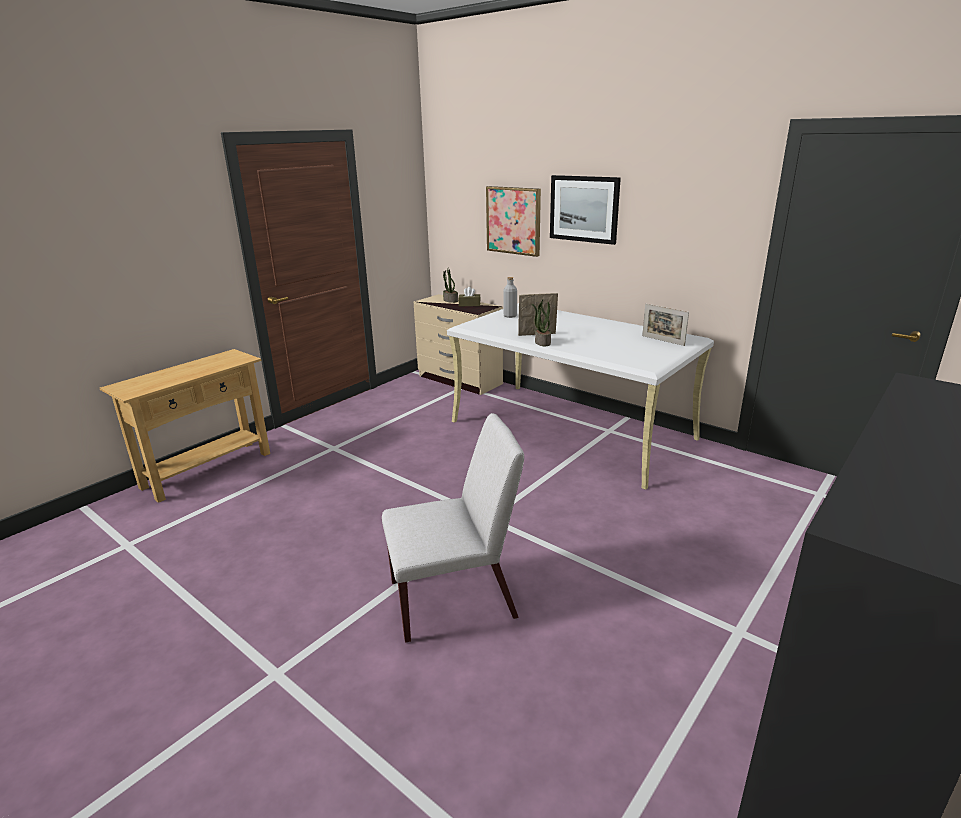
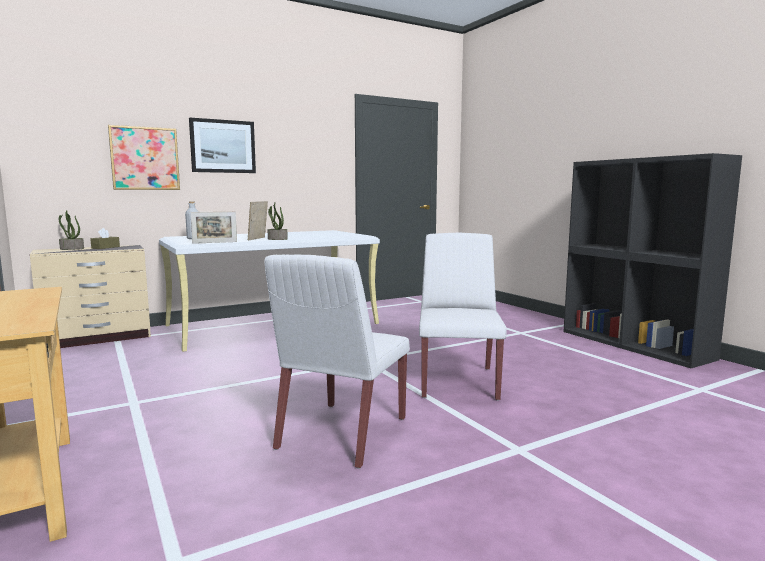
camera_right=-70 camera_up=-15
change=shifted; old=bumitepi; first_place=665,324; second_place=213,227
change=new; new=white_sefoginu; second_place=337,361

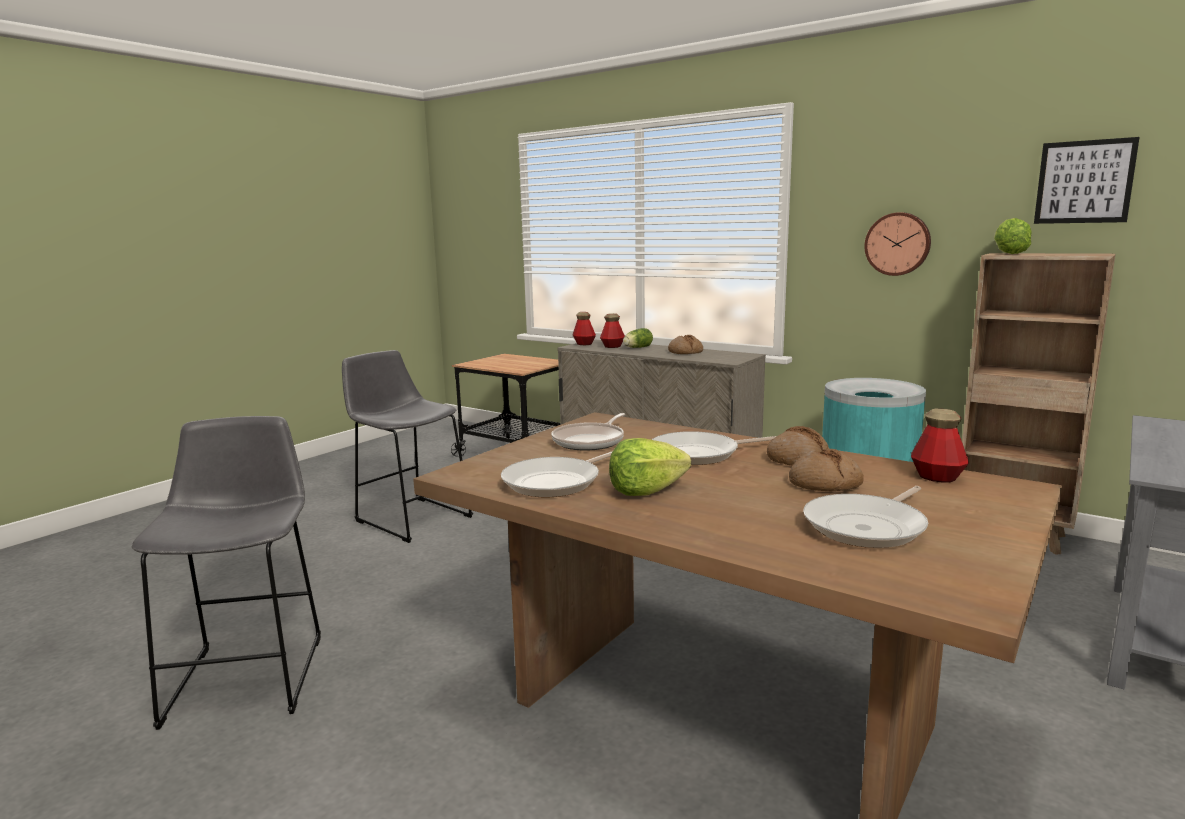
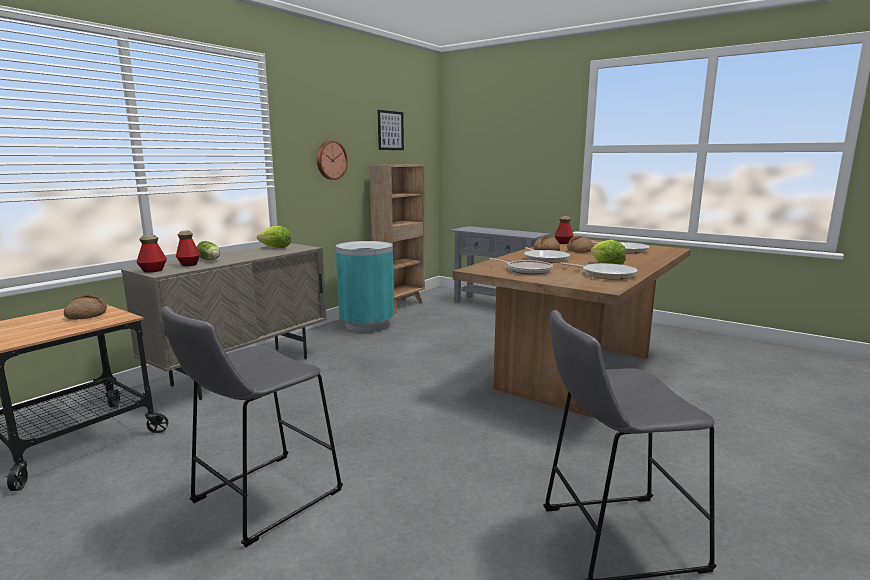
camera_right=-90 camera_up=0
change=shifted; old=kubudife; first_place=685,344; second_place=85,307
change=shifted; old=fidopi; first_place=1013,236; second_place=274,237

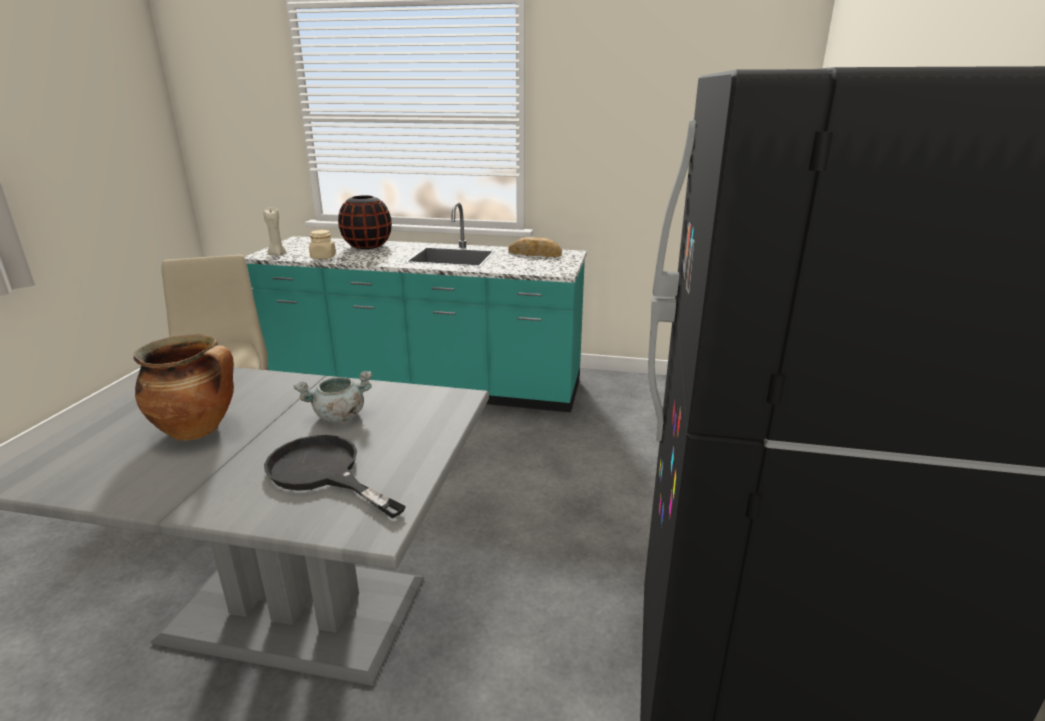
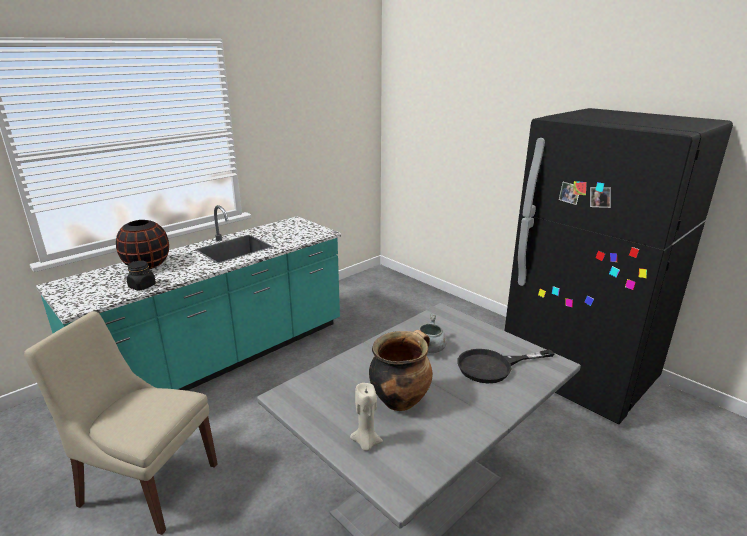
camera_right=-55 camera_up=0
change=shifted; old=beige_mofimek; first_place=274,231; second_place=366,417
change=repainted; old=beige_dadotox; new=black_dadotox; first_place=322,244; second_place=141,276
change=gone; old=kubudife; first_place=535,247

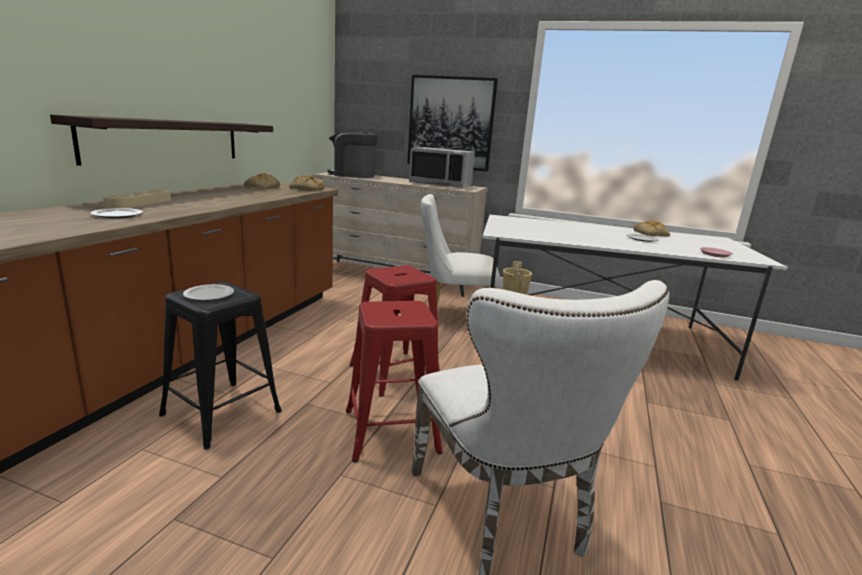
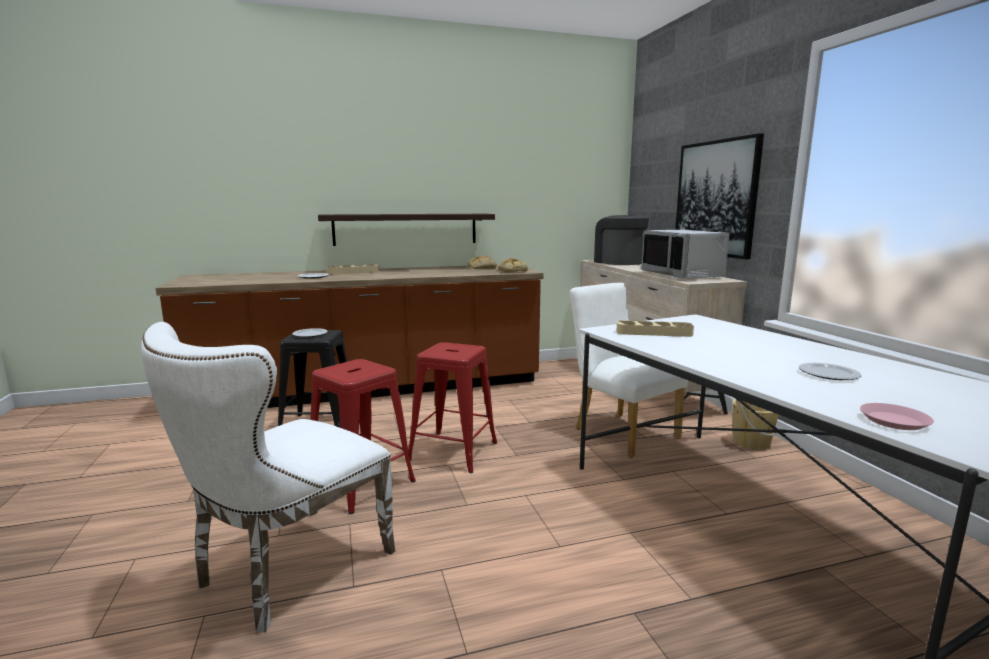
camera_right=55 camera_up=-5
change=gone; old=kubudife; first_place=652,228
change=new; new=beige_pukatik; second_place=655,329

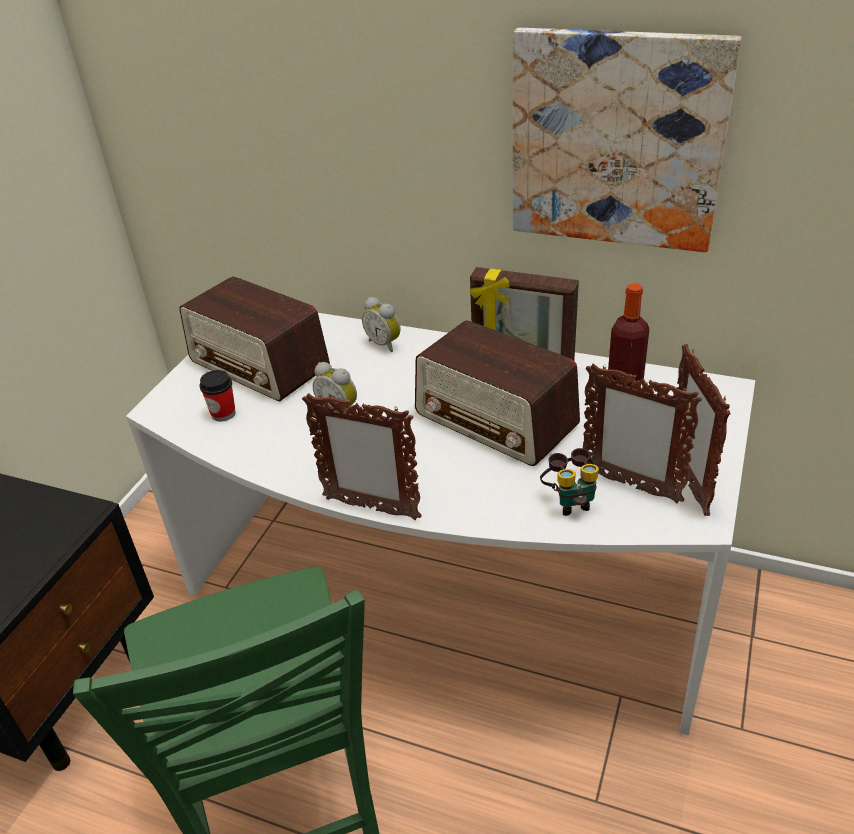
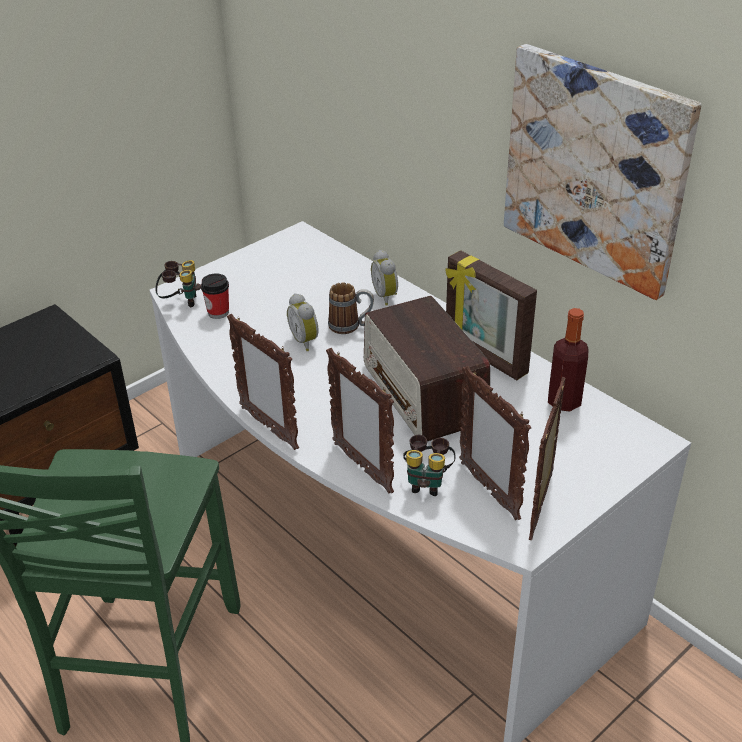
camera_right=25 camera_up=0
change=gone; old=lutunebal; first_place=254,338
change=new; new=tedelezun; second_place=178,283
change=new; new=bumitepi; second_place=360,421
change=new; new=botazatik; second_place=351,308

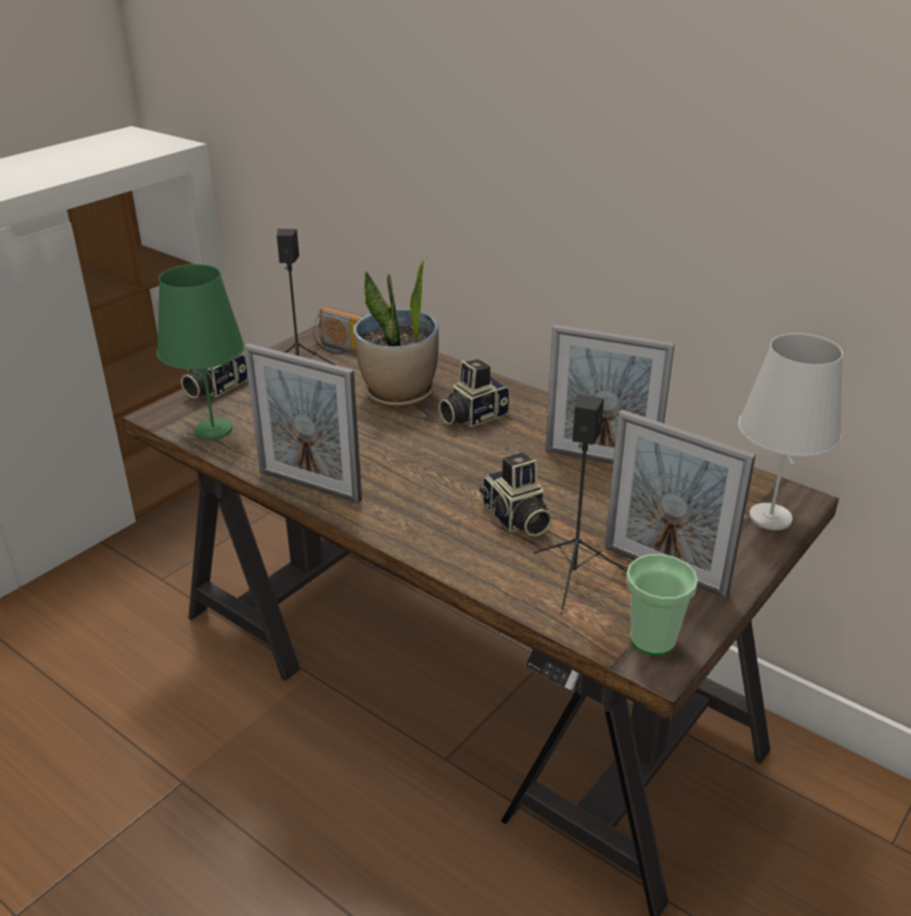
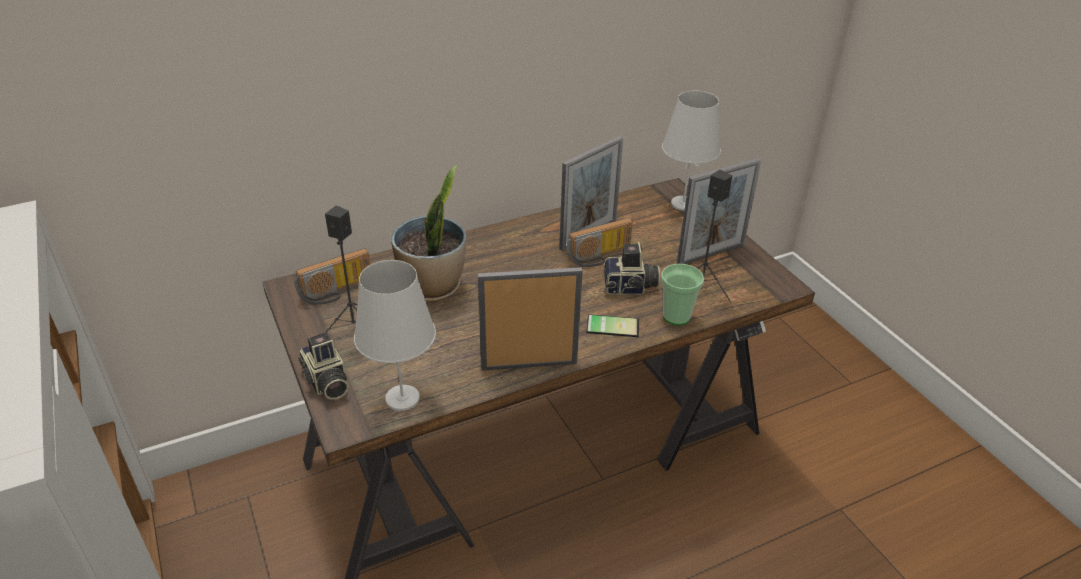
camera_right=-65 camera_up=5
change=repainted; old=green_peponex; new=white_peponex; first_place=201,352; second_place=395,335
change=rotated; old=bumitepi; first_place=303,423; second_place=530,319; degrees=-150
change=gone; old=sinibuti; first_place=474,393
change=shifted; old=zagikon; first_place=662,604; second_place=682,294
change=new; new=lutunebal; second_place=600,242
change=new; new=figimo; second_place=612,324

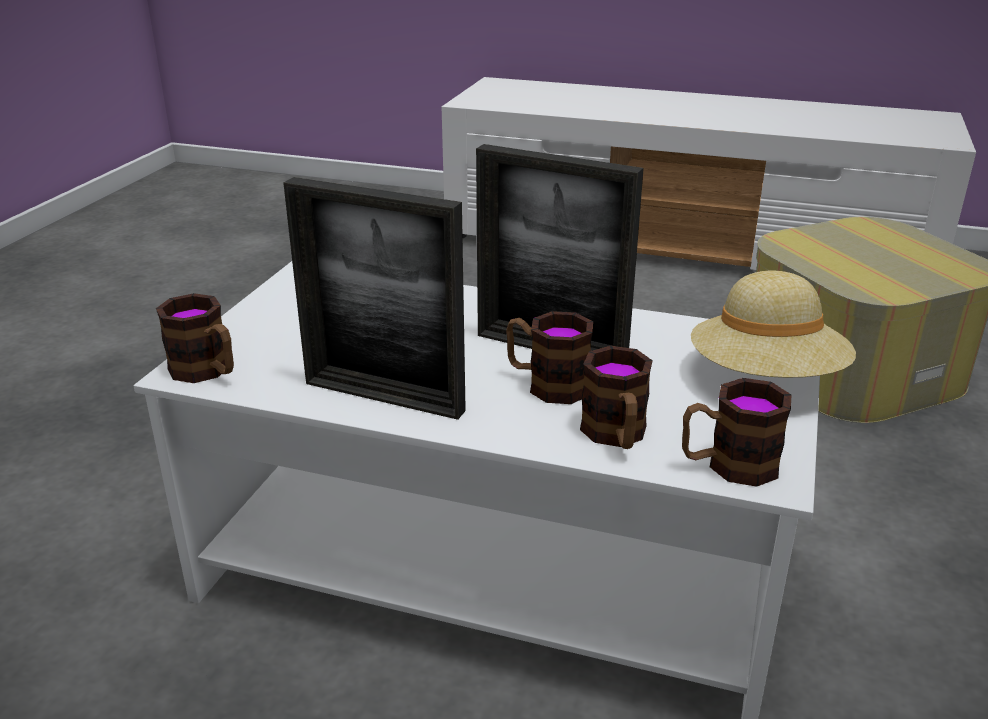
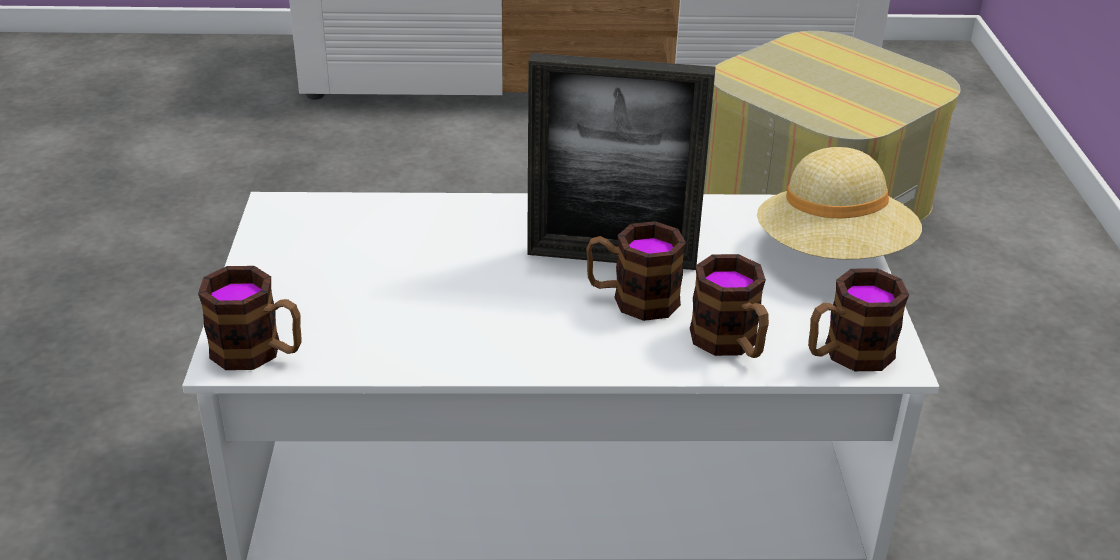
camera_right=-20 camera_up=5
change=gone; old=bumitepi; first_place=374,298

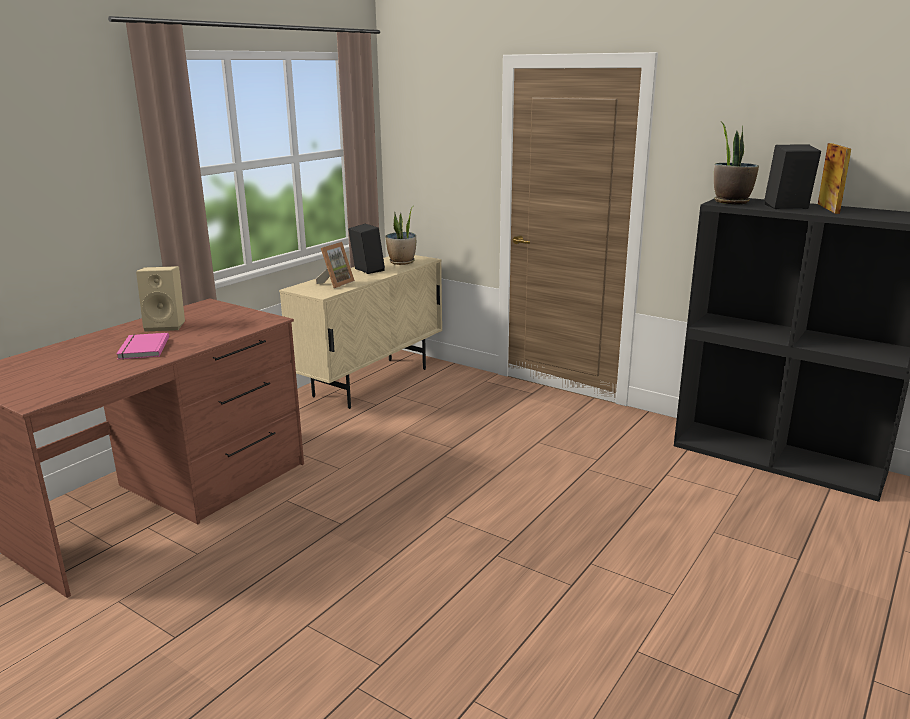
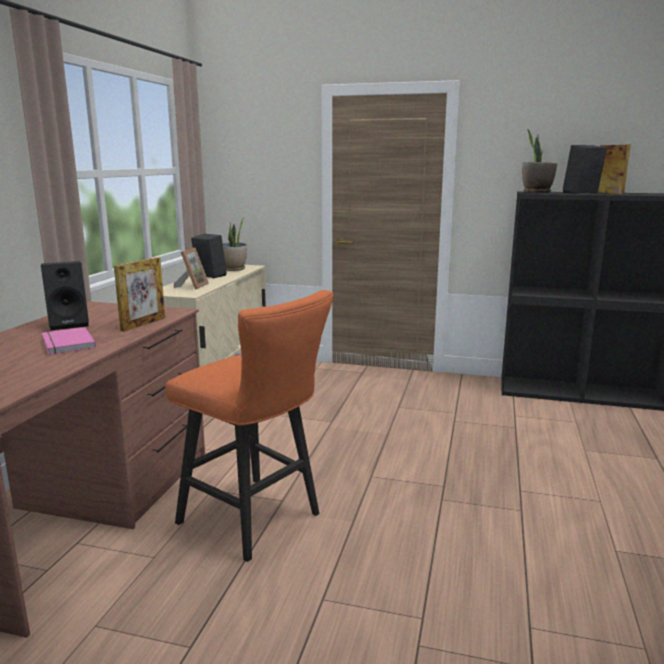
camera_right=-20 camera_up=-5
change=repainted; old=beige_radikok; new=black_radikok; first_place=160,299; second_place=65,295
change=new; new=bumitepi; second_place=139,294
change=new; new=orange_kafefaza; second_place=249,426

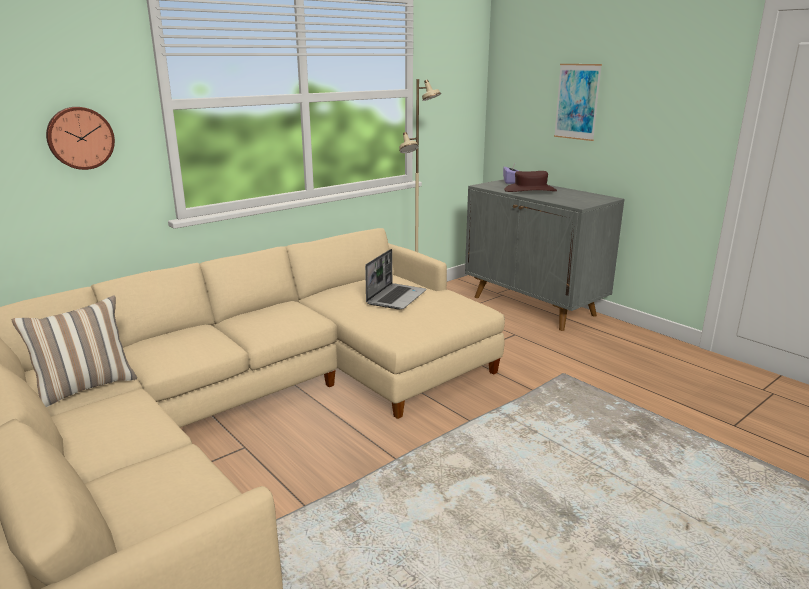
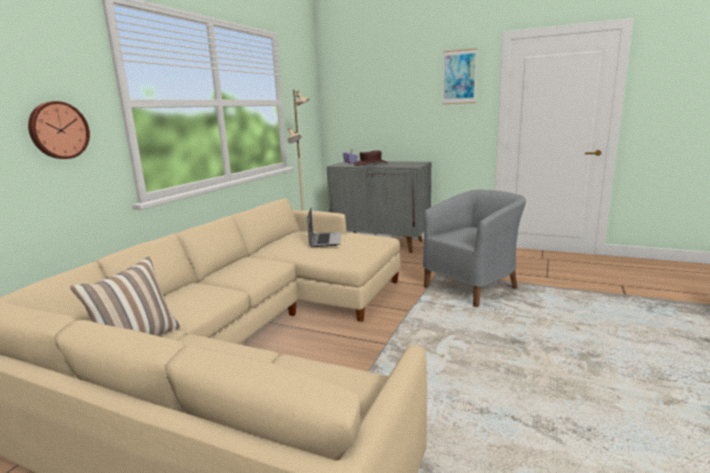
camera_right=-25 camera_up=-5
change=shifted; old=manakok; first_place=578,102; second_place=459,76
change=new; new=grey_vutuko; second_place=474,248

